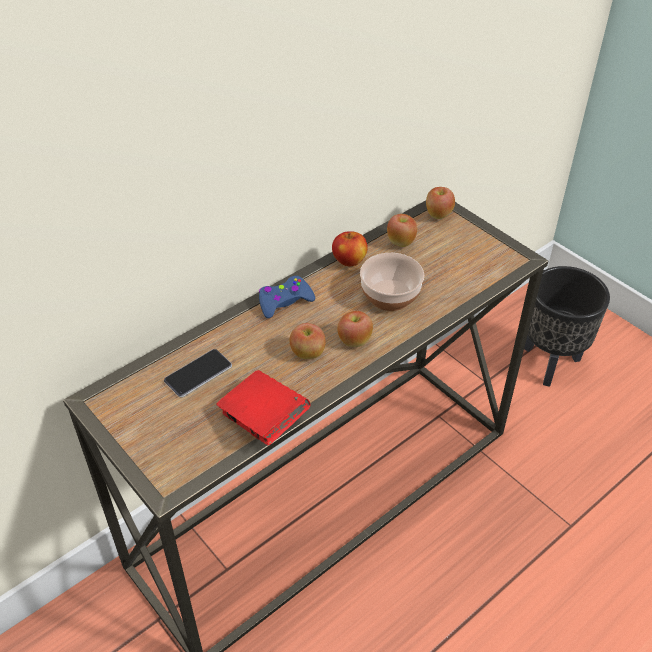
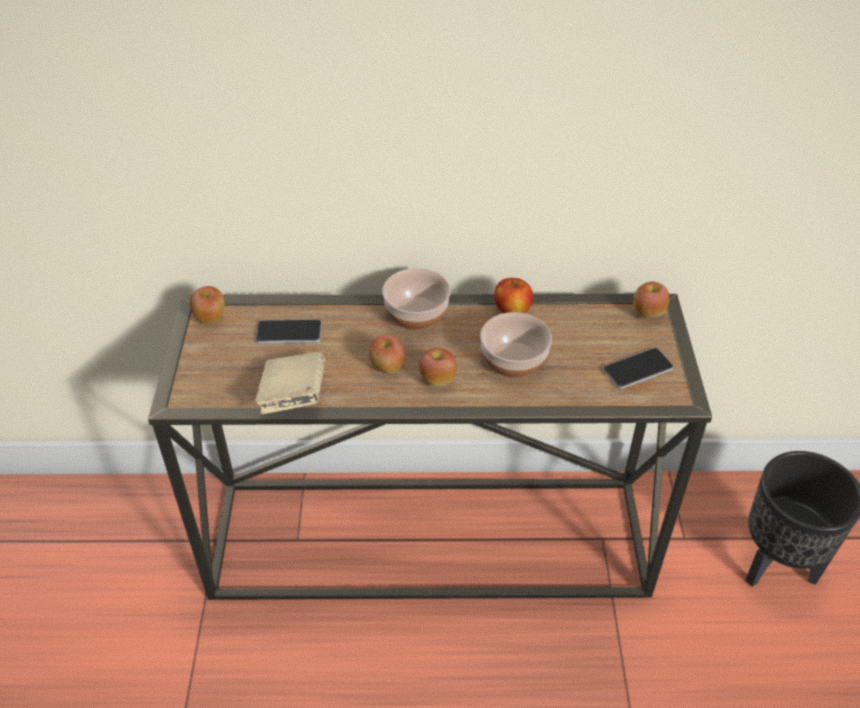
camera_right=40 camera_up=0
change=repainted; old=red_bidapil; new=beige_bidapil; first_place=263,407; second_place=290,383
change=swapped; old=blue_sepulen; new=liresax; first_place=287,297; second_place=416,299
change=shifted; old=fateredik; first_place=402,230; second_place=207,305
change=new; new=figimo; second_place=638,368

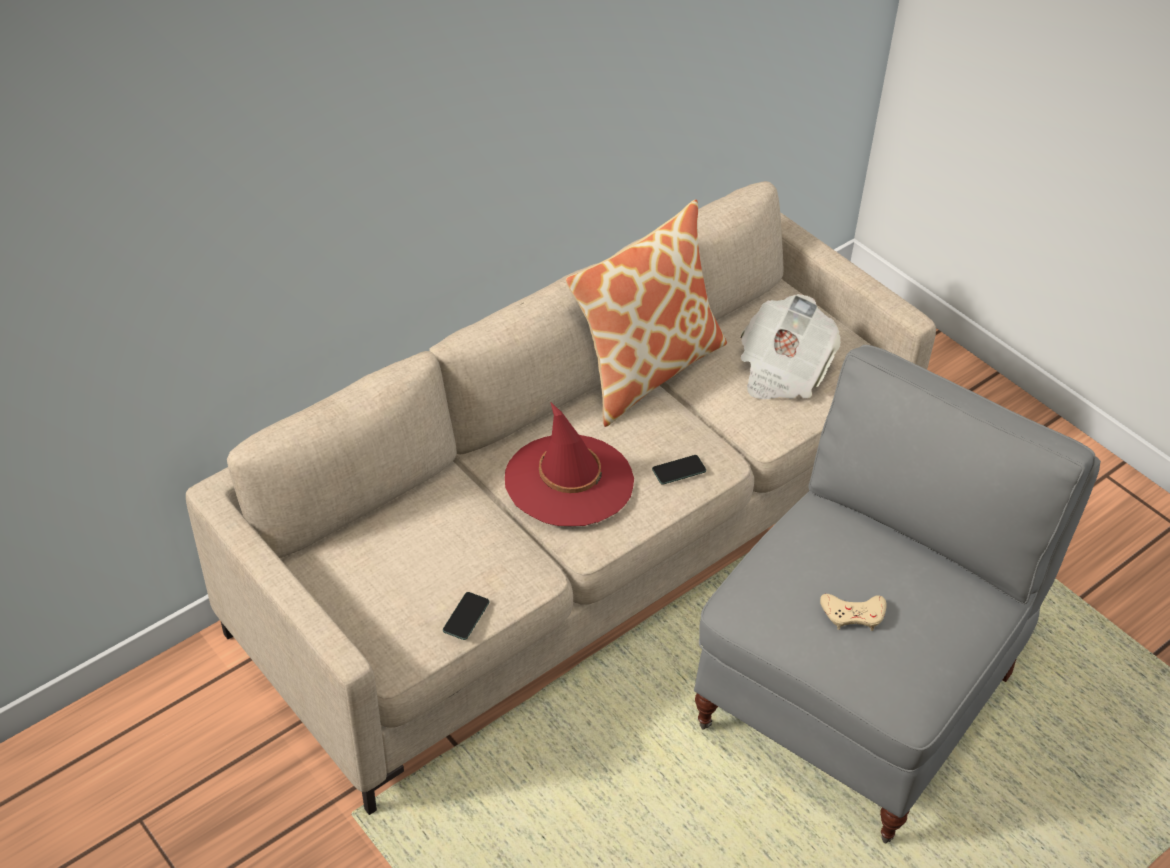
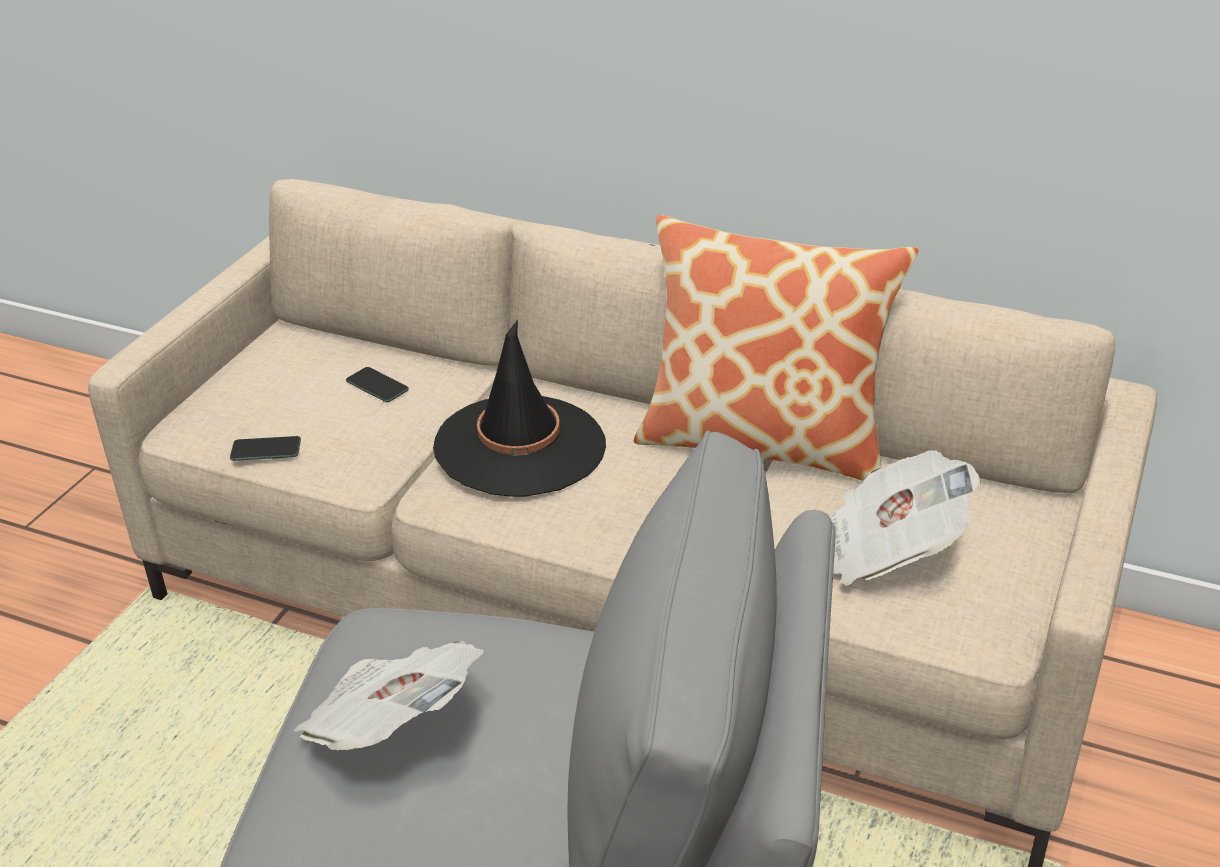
camera_right=65 camera_up=-10
change=repainted; old=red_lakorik; new=black_lakorik; first_place=569,464; second_place=519,407
change=shifted; old=figimo; first_place=679,470; second_place=377,384
change=swapped; old=beige_sepulen; new=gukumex; first_place=853,612; second_place=388,695

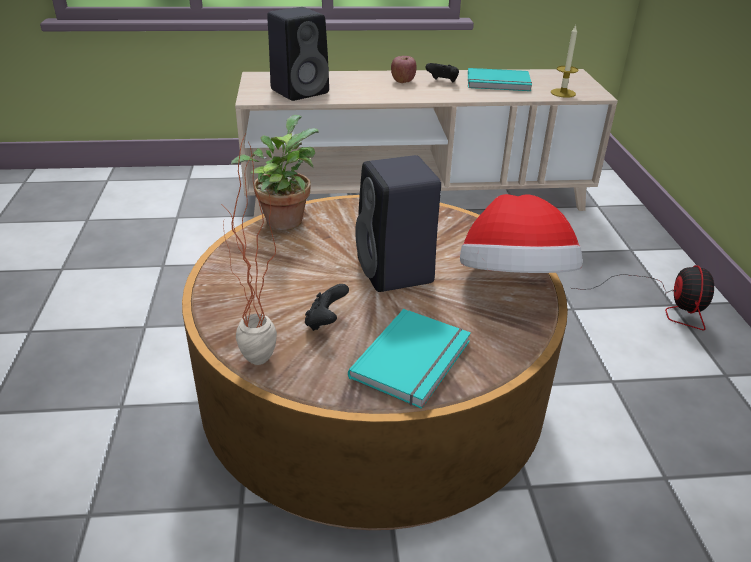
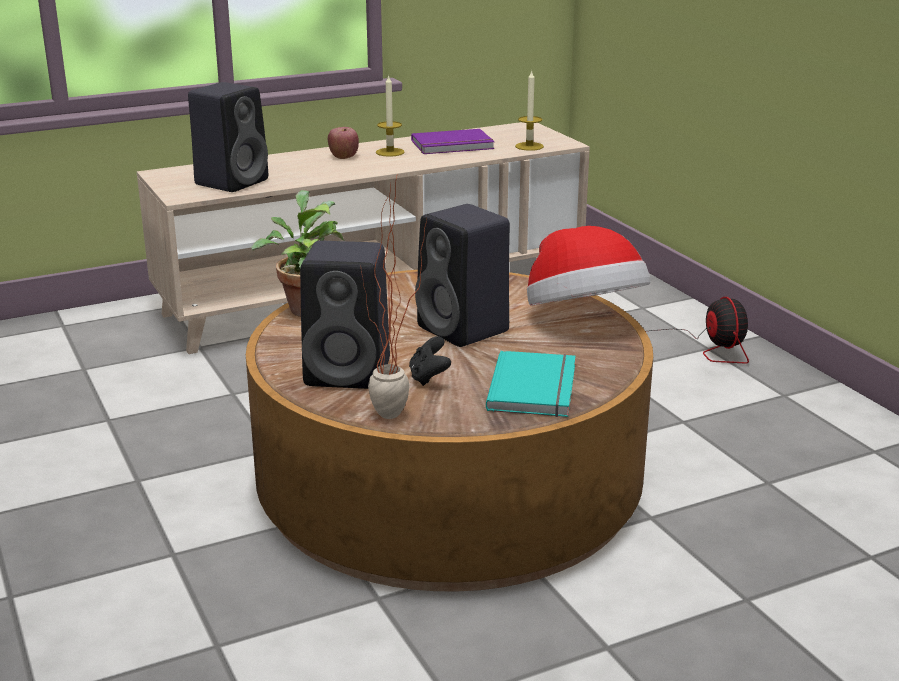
camera_right=-20 camera_up=-10
change=swapped; old=black_sepulen; new=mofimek; first_place=442,72; second_place=390,115
change=repainted; old=turquoise_bidapil; new=purple_bidapil; first_place=500,79; second_place=453,141
change=new; new=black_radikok; second_place=345,315

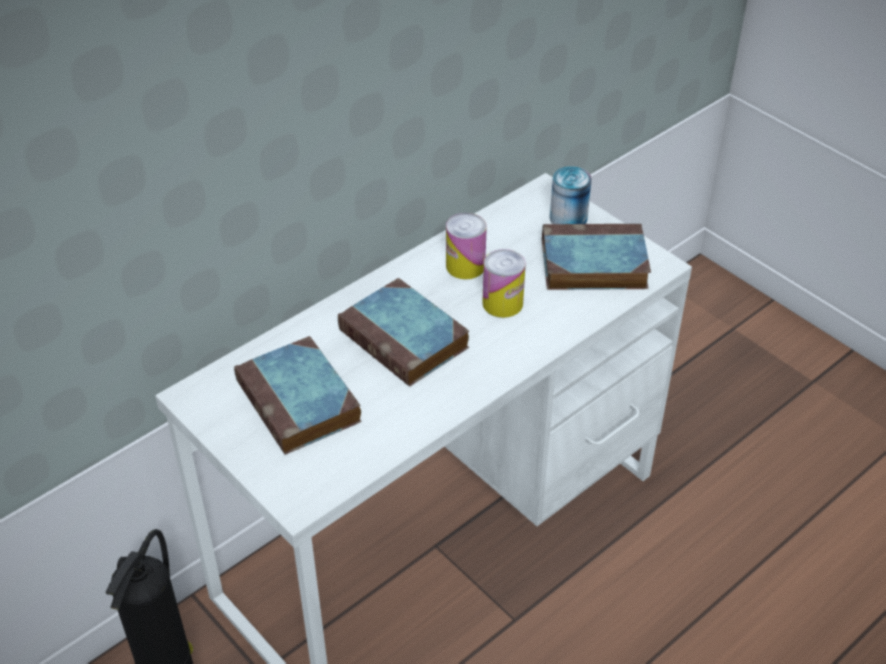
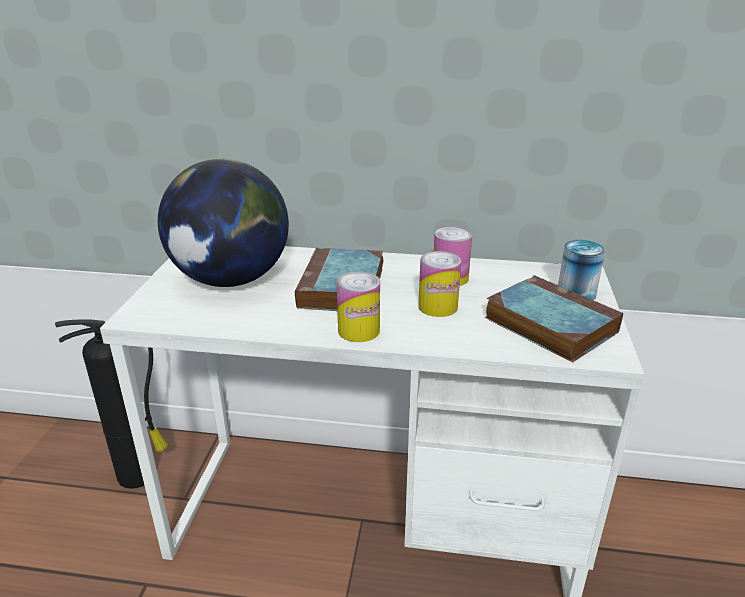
camera_right=50 camera_up=-15
change=swapped; old=bidapil; new=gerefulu; first_place=298,395; second_place=223,223
change=new; new=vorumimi; second_place=358,307

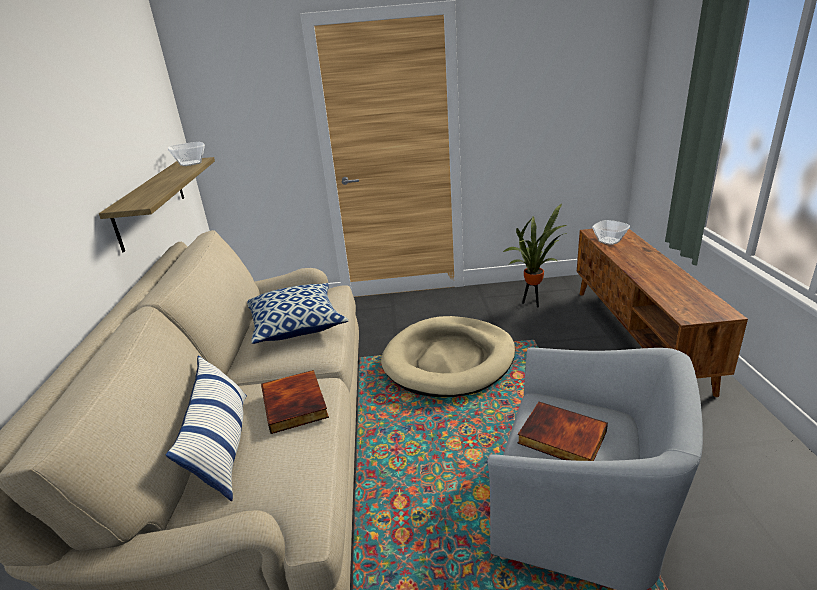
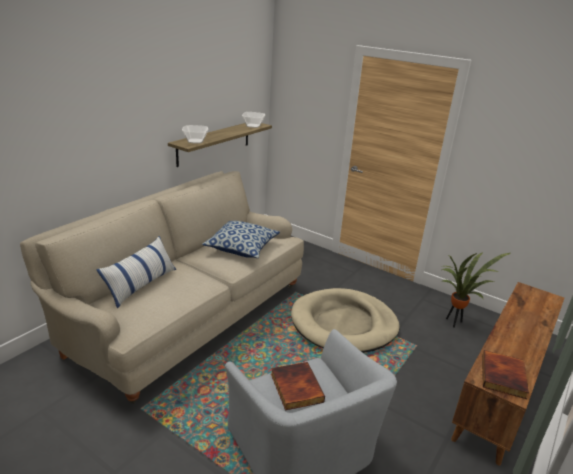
camera_right=35 camera_up=0
change=shifted; old=bidapil; first_place=295,402; second_place=505,374
change=shifted; old=liresax; first_place=611,232; second_place=195,134

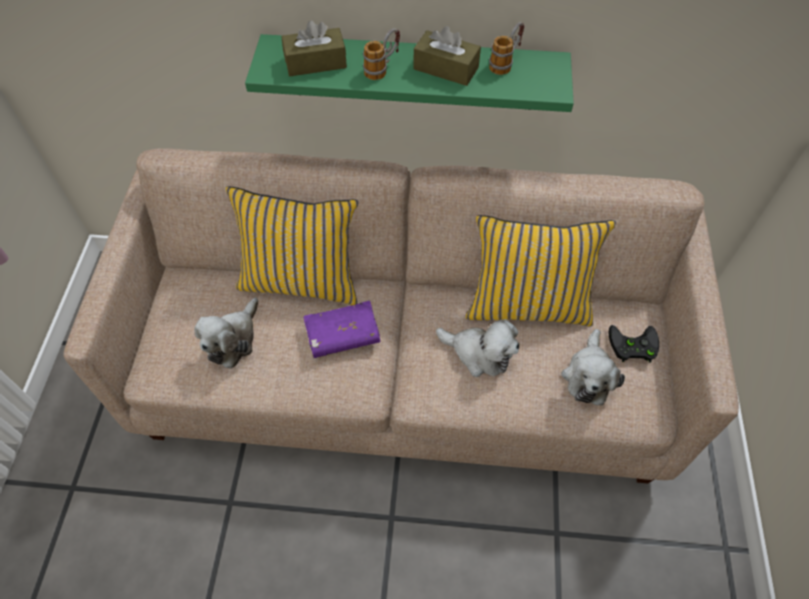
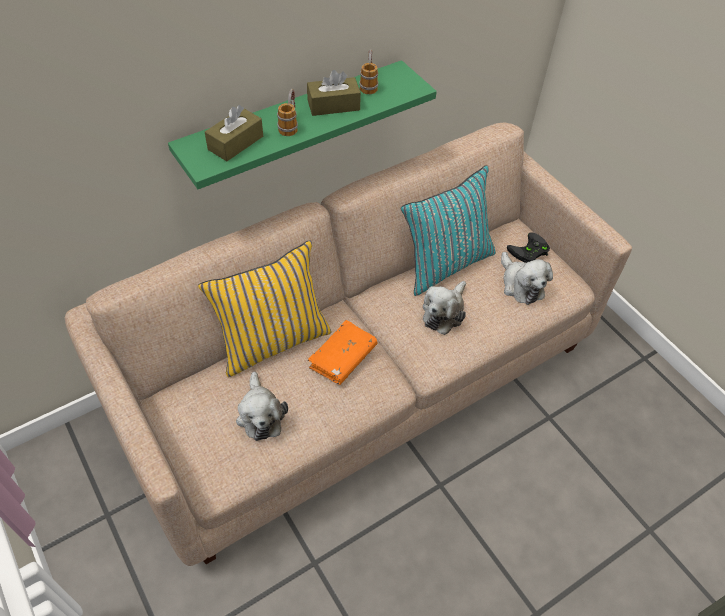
camera_right=-40 camera_up=-5
change=repainted; old=purple_bidapil; new=orange_bidapil; first_place=341,329; second_place=342,352
change=rotated; old=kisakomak; first_place=477,348; second_place=444,308; degrees=135
change=repainted; old=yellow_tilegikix; new=turquoise_tilegikix; first_place=541,270; second_place=448,230

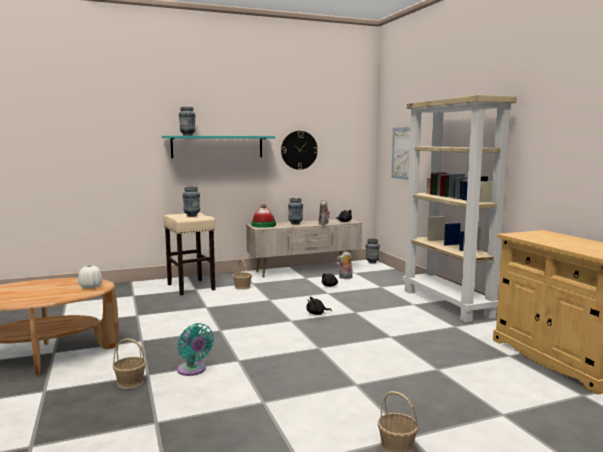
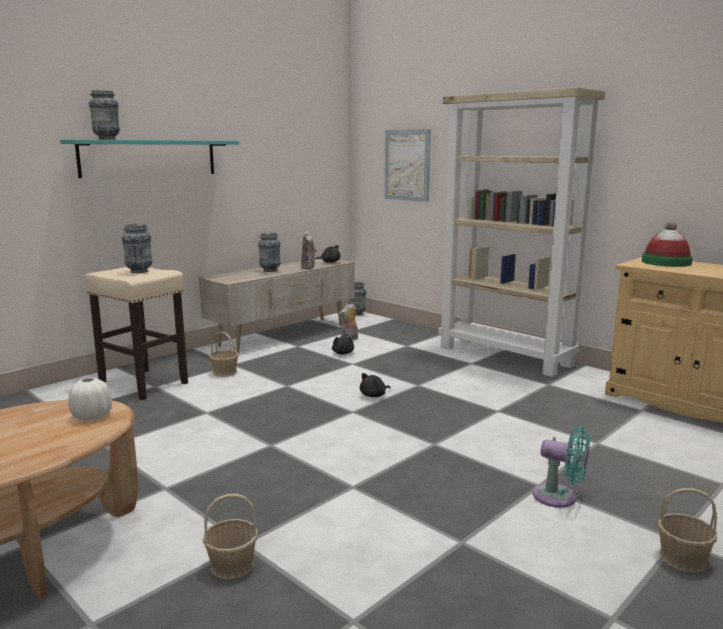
camera_right=-25 camera_up=5
change=shifted; old=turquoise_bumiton; first_place=195,349; second_place=561,467
change=shifted; old=lakorik; first_place=263,216; second_place=667,244
change=gone; old=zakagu; first_place=299,150

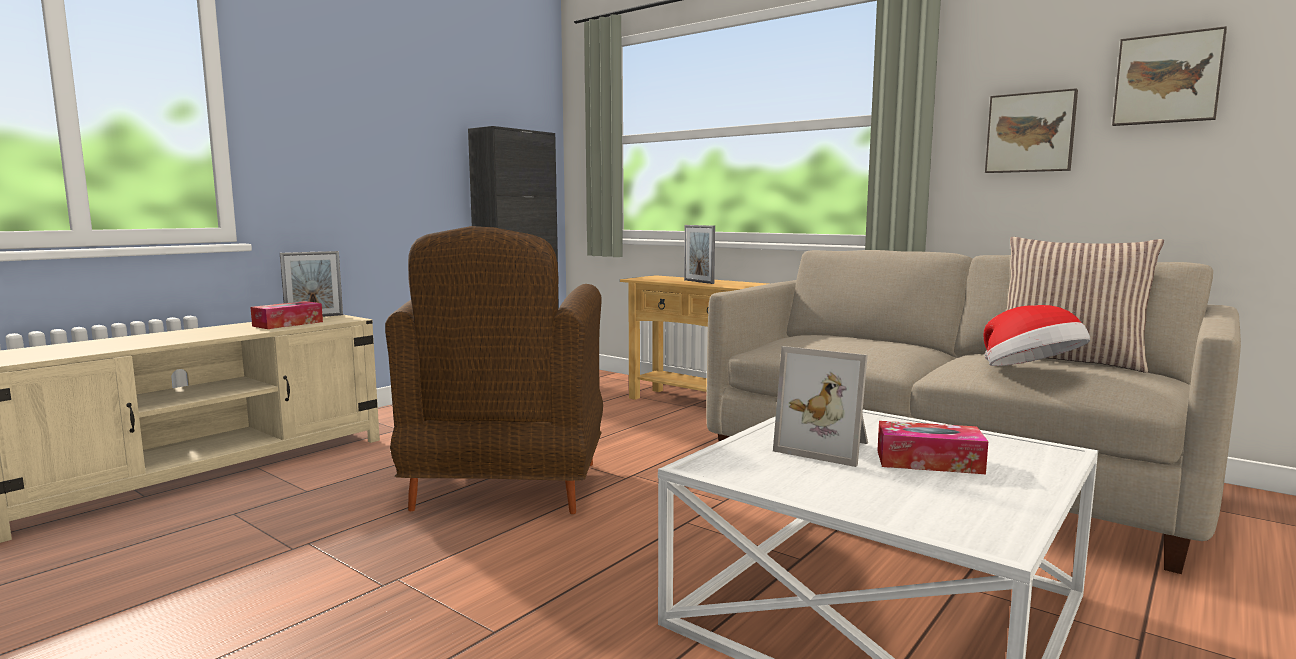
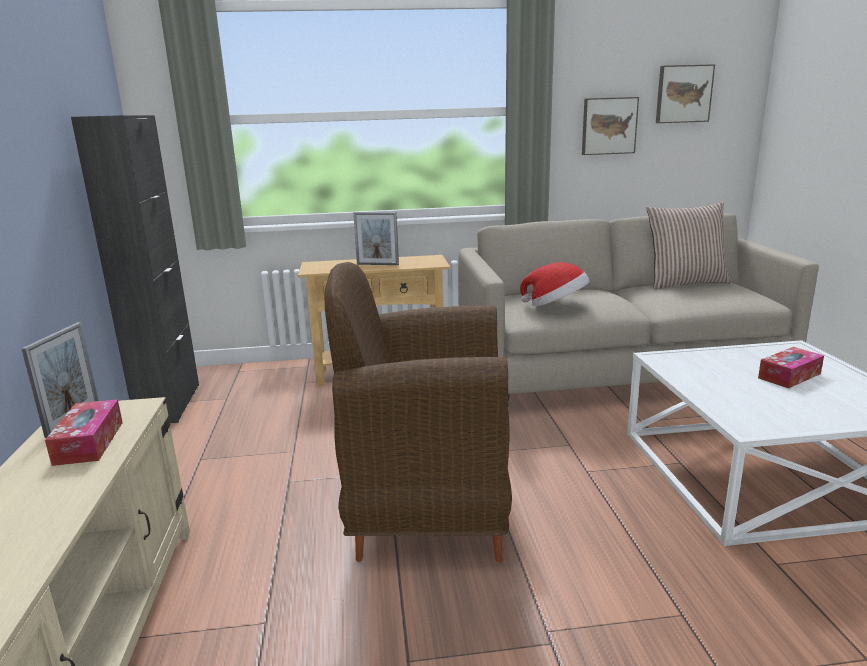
camera_right=-45 camera_up=10
change=rotated; old=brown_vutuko; first_place=494,370; second_place=418,412; degrees=135
change=gone; old=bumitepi; first_place=820,406
change=shifted; old=lakorik; first_place=1036,335; second_place=555,284

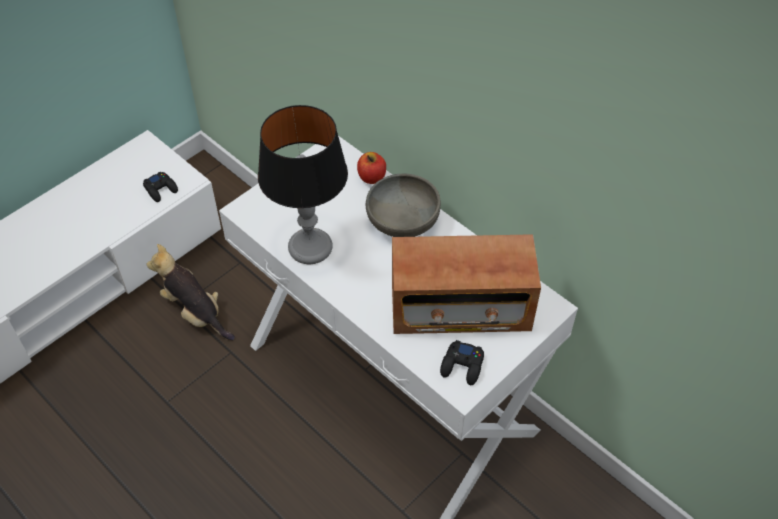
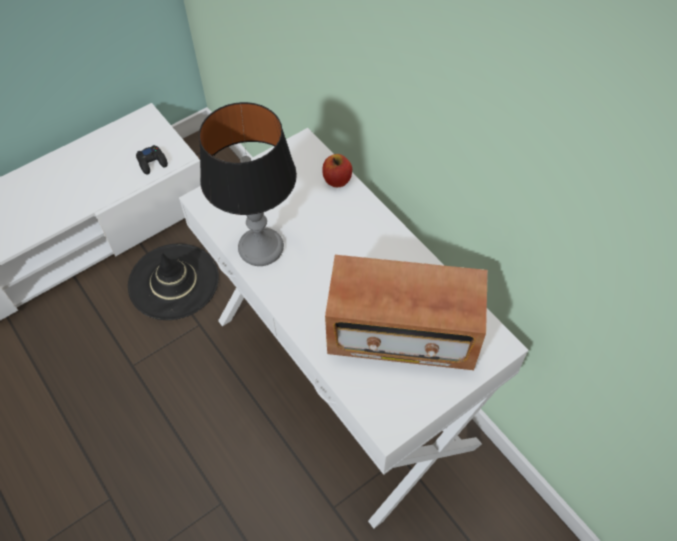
camera_right=10 camera_up=5
change=swapped; old=kisakomak; new=black_lakorik; first_place=190,292; second_place=173,281
change=gone; old=grey_liresax; first_place=403,205
change=gone; old=black_sepulen; first_place=462,362

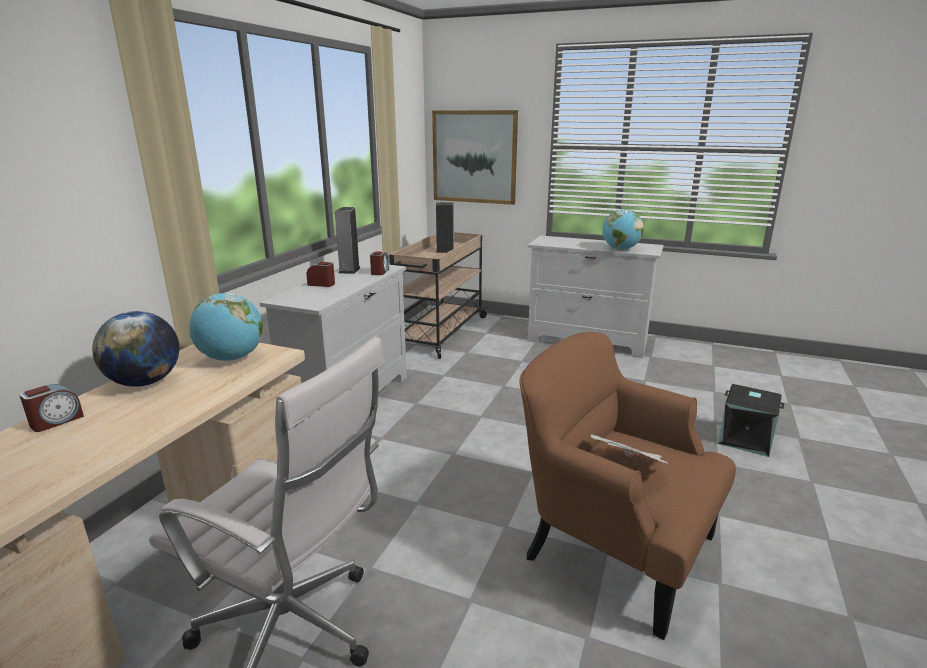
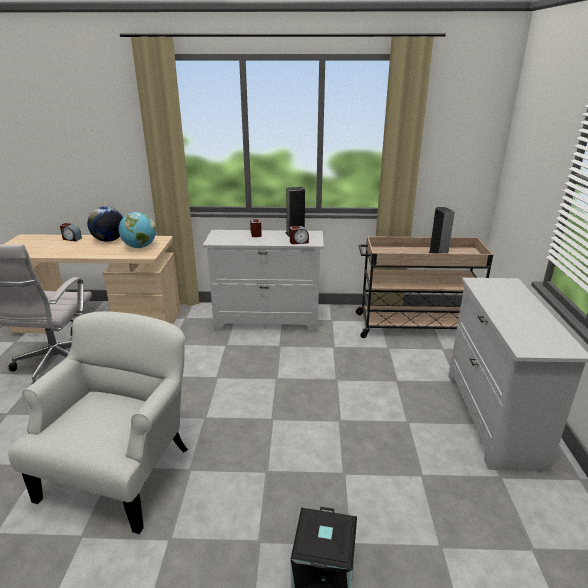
camera_right=70 camera_up=5
change=gone; old=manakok; first_place=475,157
change=repainted; old=brown_vutuko; new=white_vutuko; first_place=628,486; second_place=98,422
change=gone; old=gukumex; first_place=629,449
change=gone; old=gerefulu; first_place=623,229

